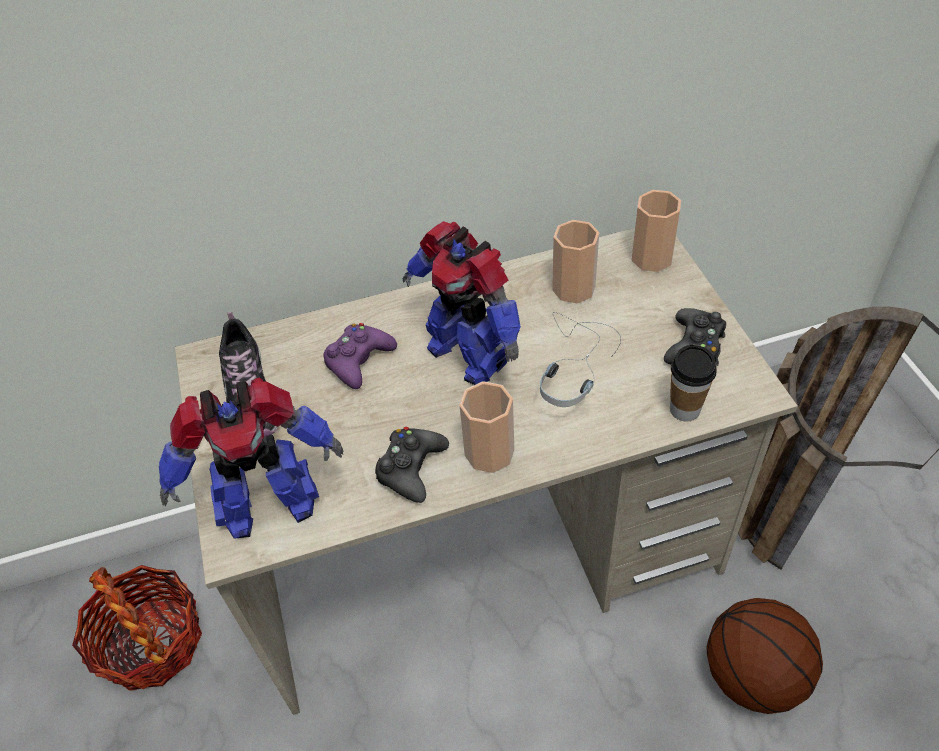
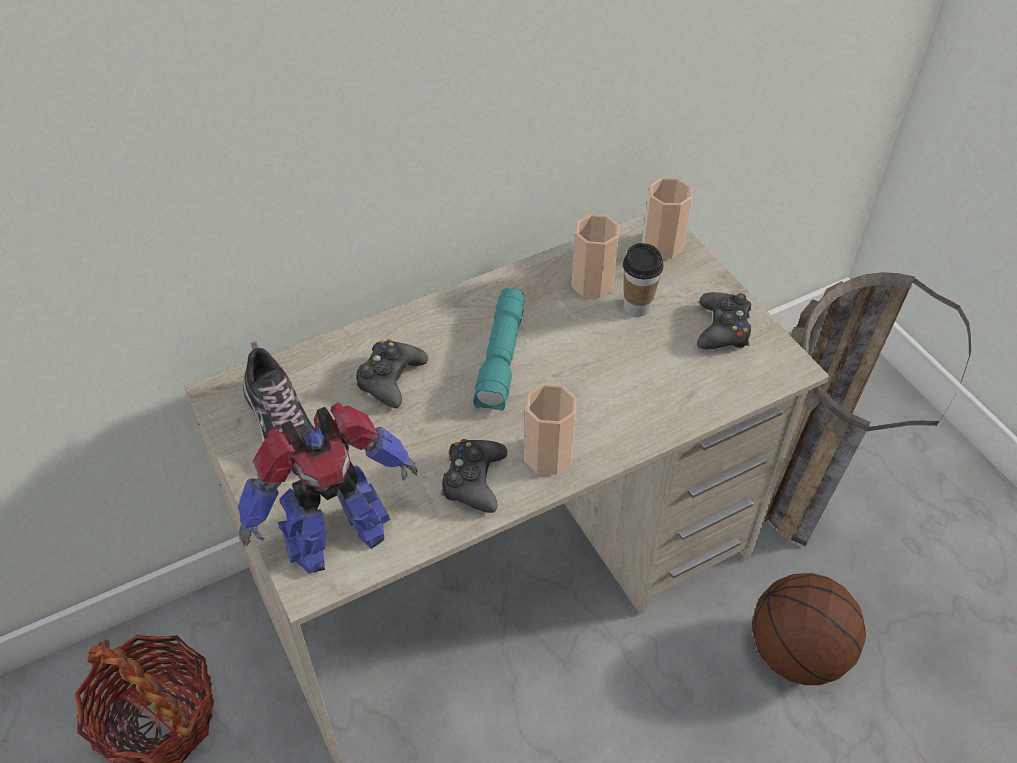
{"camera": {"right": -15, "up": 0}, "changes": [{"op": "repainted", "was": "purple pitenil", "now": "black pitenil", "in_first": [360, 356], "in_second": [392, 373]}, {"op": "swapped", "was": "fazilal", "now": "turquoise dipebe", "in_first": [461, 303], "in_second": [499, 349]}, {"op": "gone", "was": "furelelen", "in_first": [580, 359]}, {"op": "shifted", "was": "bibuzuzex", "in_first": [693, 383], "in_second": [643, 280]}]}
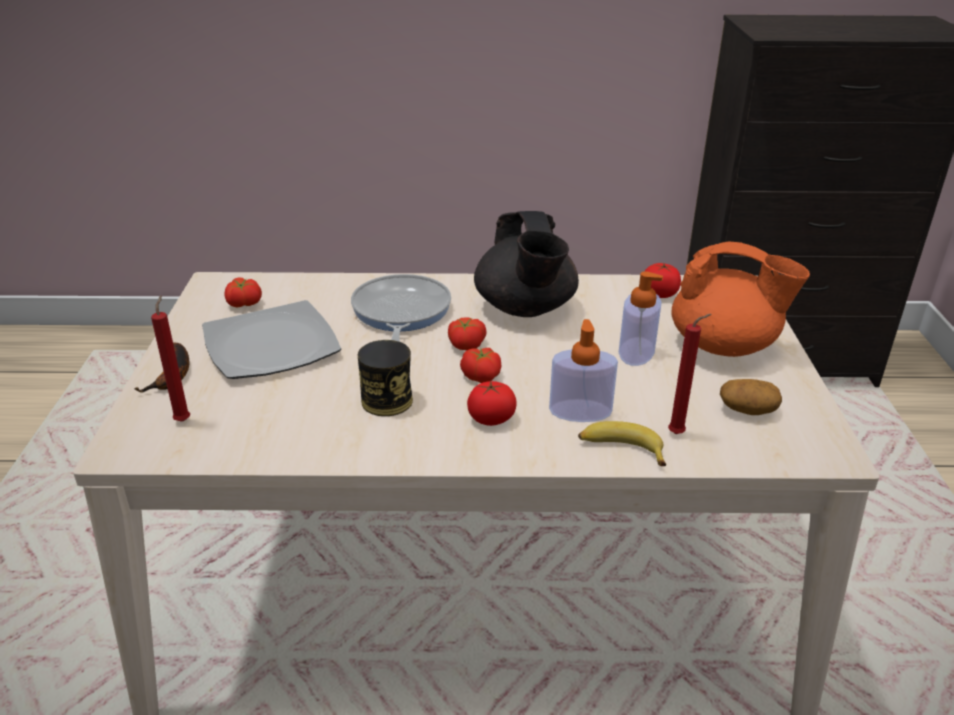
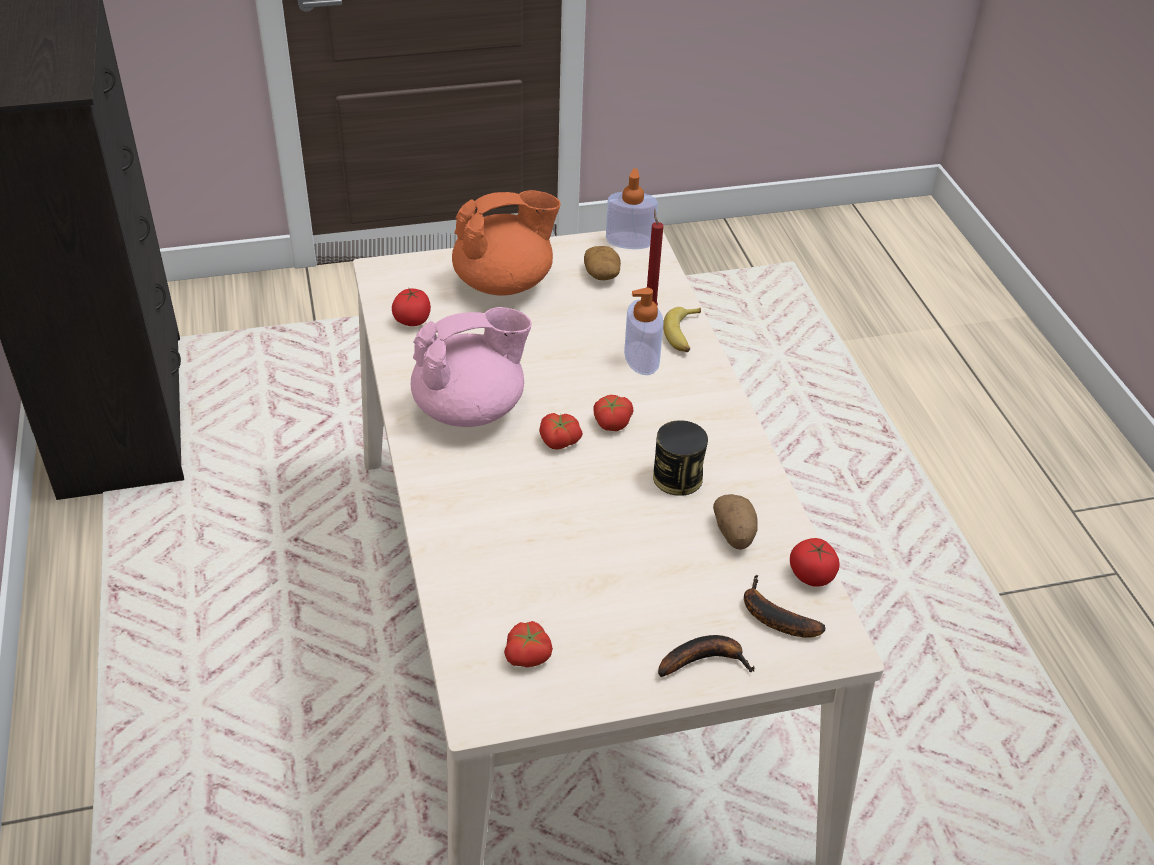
{"camera": {"right": -105, "up": 10}, "changes": [{"op": "swapped", "was": "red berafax", "now": "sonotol", "in_first": [170, 358], "in_second": [785, 606]}, {"op": "gone", "was": "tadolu", "in_first": [271, 339]}, {"op": "gone", "was": "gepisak", "in_first": [401, 308]}, {"op": "shifted", "was": "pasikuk", "in_first": [492, 403], "in_second": [815, 562]}, {"op": "repainted", "was": "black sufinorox", "now": "pink sufinorox", "in_first": [526, 264], "in_second": [471, 367]}, {"op": "shifted", "was": "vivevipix", "in_first": [641, 318], "in_second": [632, 208]}, {"op": "rotated", "was": "orange sufinorox", "in_first": [740, 299], "in_second": [506, 243], "clockwise": 60}, {"op": "new", "now": "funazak", "in_second": [735, 522]}]}
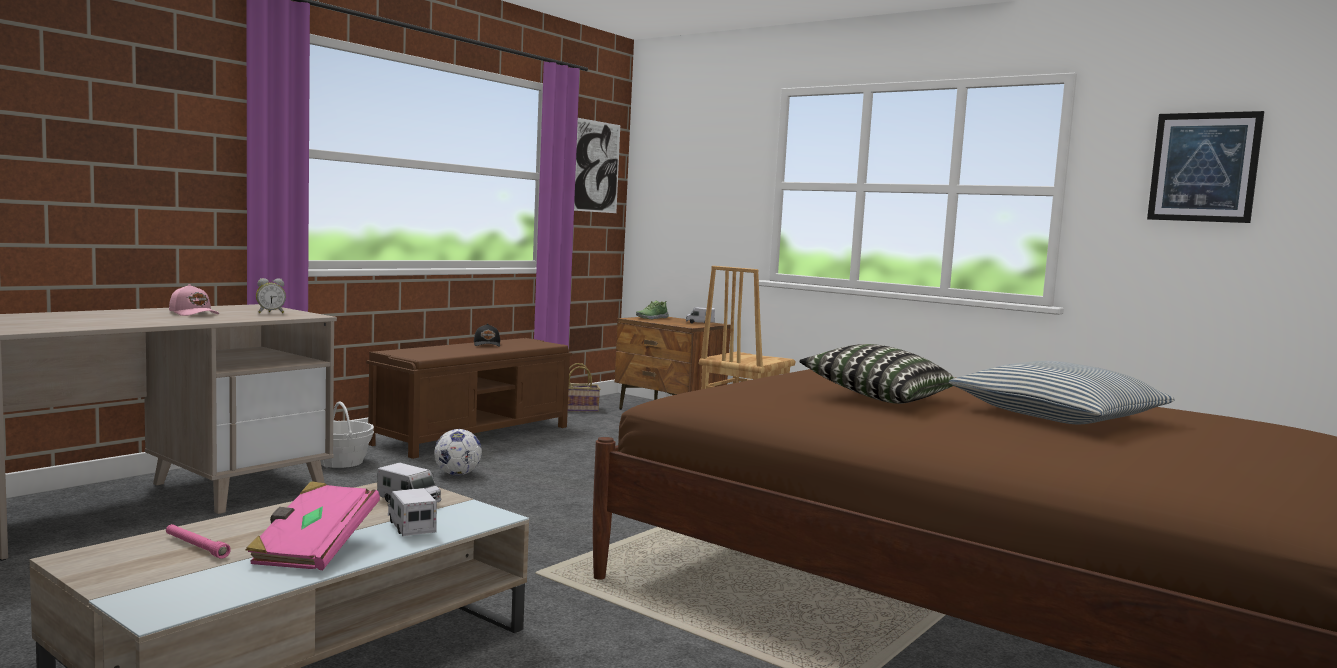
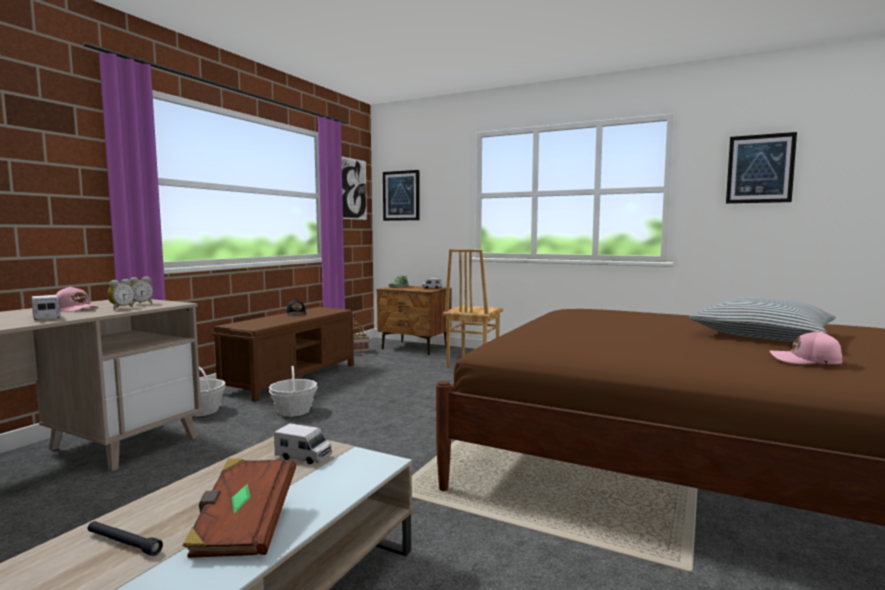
{"camera": {"right": -10, "up": 0}, "changes": [{"op": "repainted", "was": "pink dipebe", "now": "black dipebe", "in_first": [198, 541], "in_second": [125, 538]}, {"op": "repainted", "was": "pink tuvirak", "now": "brown tuvirak", "in_first": [313, 525], "in_second": [239, 508]}, {"op": "shifted", "was": "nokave", "in_first": [412, 512], "in_second": [45, 307]}, {"op": "swapped", "was": "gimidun", "now": "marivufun", "in_first": [458, 452], "in_second": [293, 391]}, {"op": "gone", "was": "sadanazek", "in_first": [877, 374]}, {"op": "new", "now": "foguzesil", "in_second": [120, 294]}, {"op": "new", "now": "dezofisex", "in_second": [401, 195]}, {"op": "new", "now": "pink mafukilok", "in_second": [806, 347]}]}
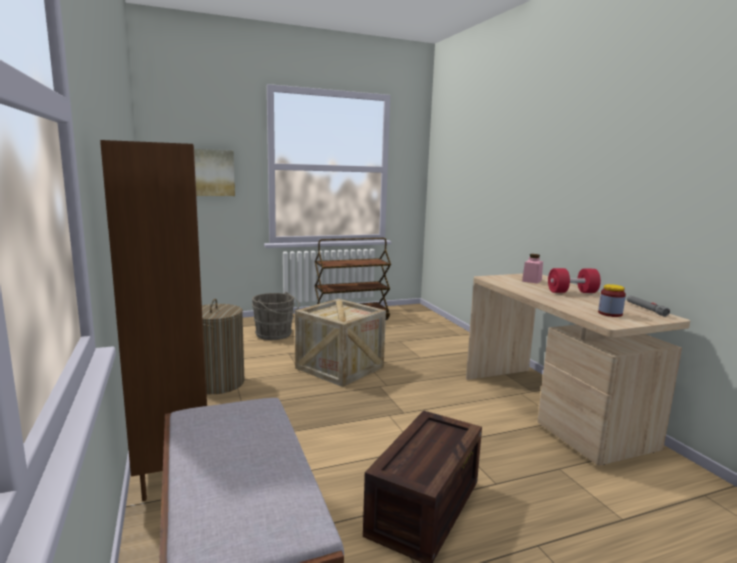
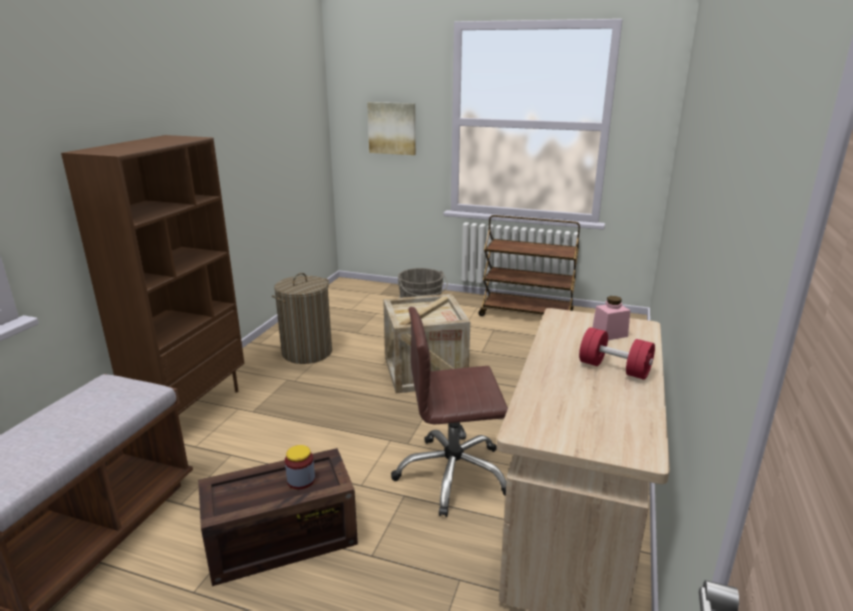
{"camera": {"right": 40, "up": 10}, "changes": [{"op": "shifted", "was": "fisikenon", "in_first": [612, 300], "in_second": [300, 467]}, {"op": "gone", "was": "grey dipebe", "in_first": [648, 306]}, {"op": "new", "now": "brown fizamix", "in_second": [449, 412]}]}
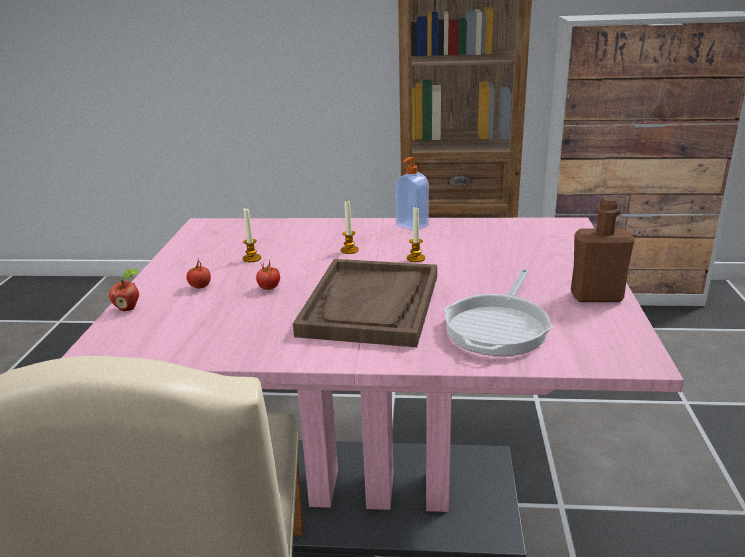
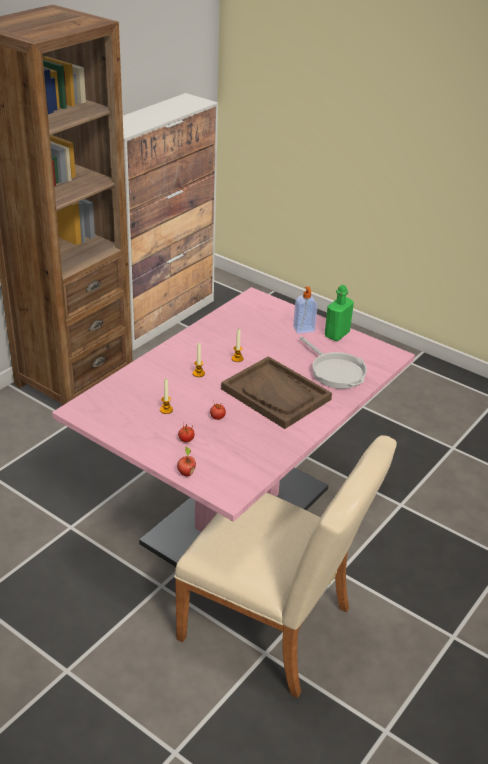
{"camera": {"right": -60, "up": 10}, "changes": [{"op": "shifted", "was": "vivevipix", "in_first": [412, 193], "in_second": [305, 310]}, {"op": "repainted", "was": "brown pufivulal", "now": "green pufivulal", "in_first": [603, 249], "in_second": [339, 313]}]}
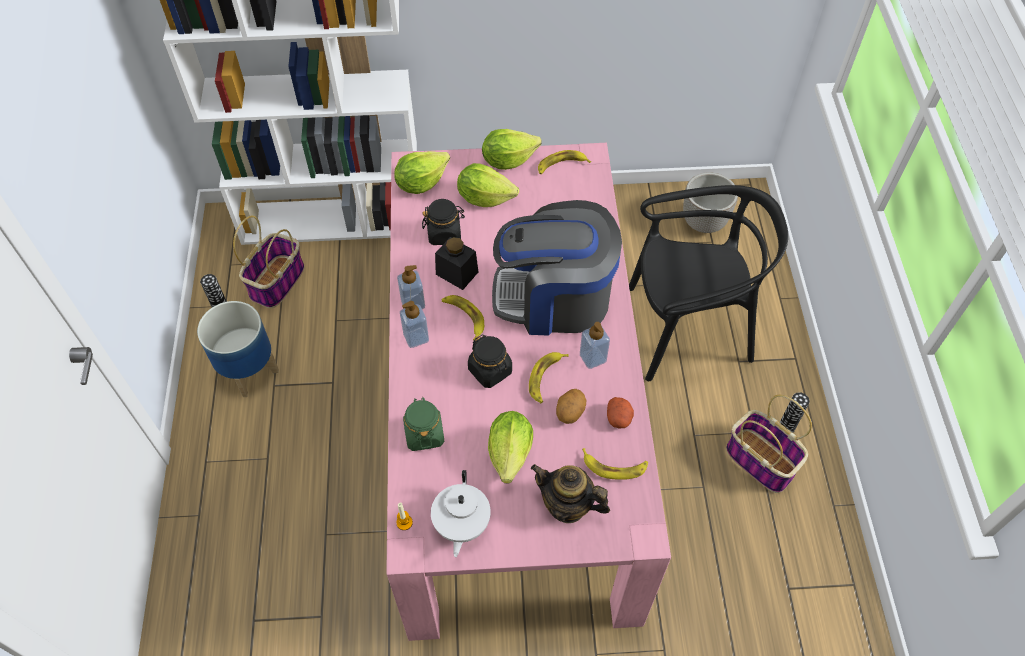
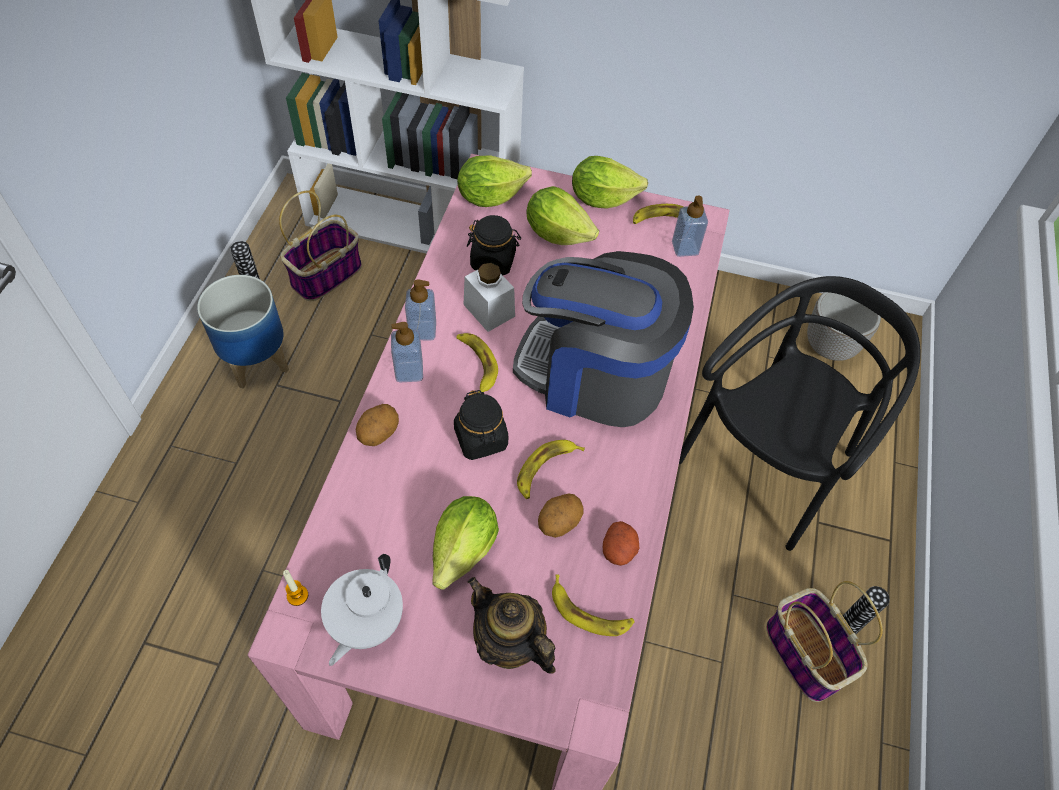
{"camera": {"right": 15, "up": 0}, "changes": [{"op": "gone", "was": "green fisikenon", "in_first": [423, 424]}, {"op": "repainted", "was": "black fisikenon", "now": "white fisikenon", "in_first": [456, 263], "in_second": [489, 297]}, {"op": "shifted", "was": "vivevipix", "in_first": [595, 345], "in_second": [690, 226]}, {"op": "rotated", "was": "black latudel", "in_first": [708, 283], "in_second": [800, 413], "clockwise": -60}, {"op": "new", "now": "funazak", "in_second": [377, 425]}]}
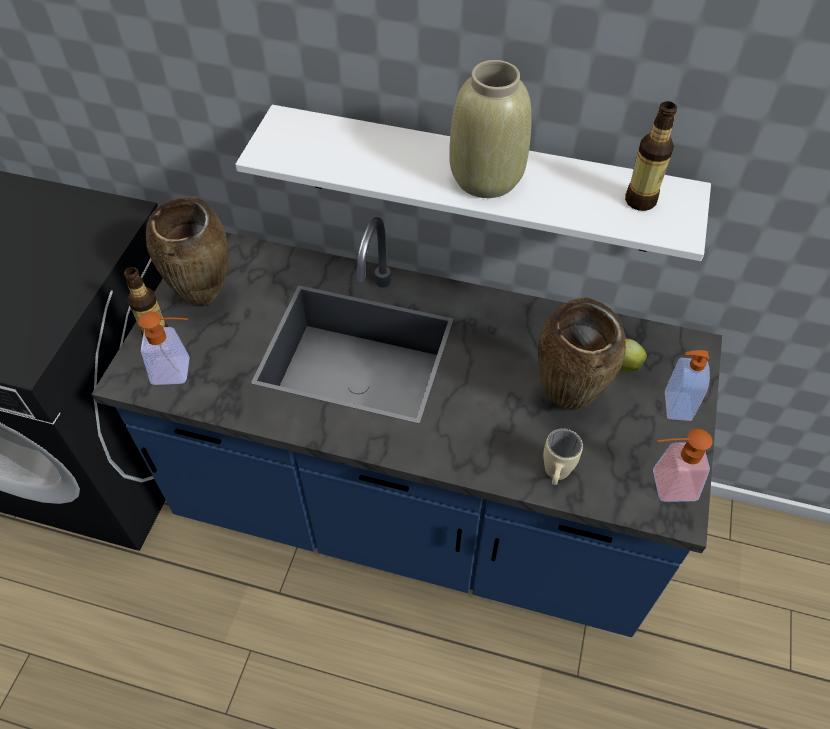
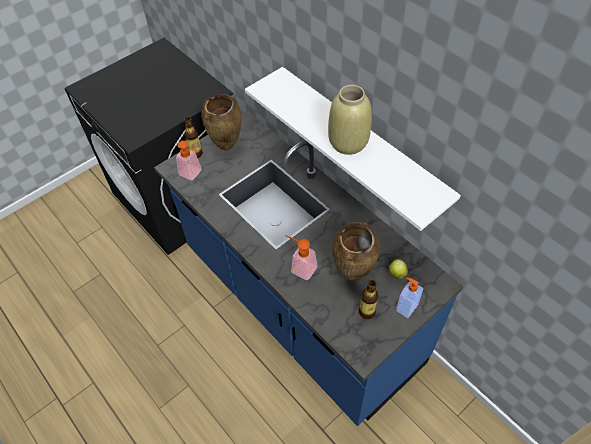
{"camera": {"right": 35, "up": 0}, "changes": [{"op": "gone", "was": "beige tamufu", "in_first": [563, 457]}, {"op": "shifted", "was": "pufivulal", "in_first": [651, 156], "in_second": [368, 299]}, {"op": "shifted", "was": "vivevipix", "in_first": [683, 465], "in_second": [301, 258]}]}
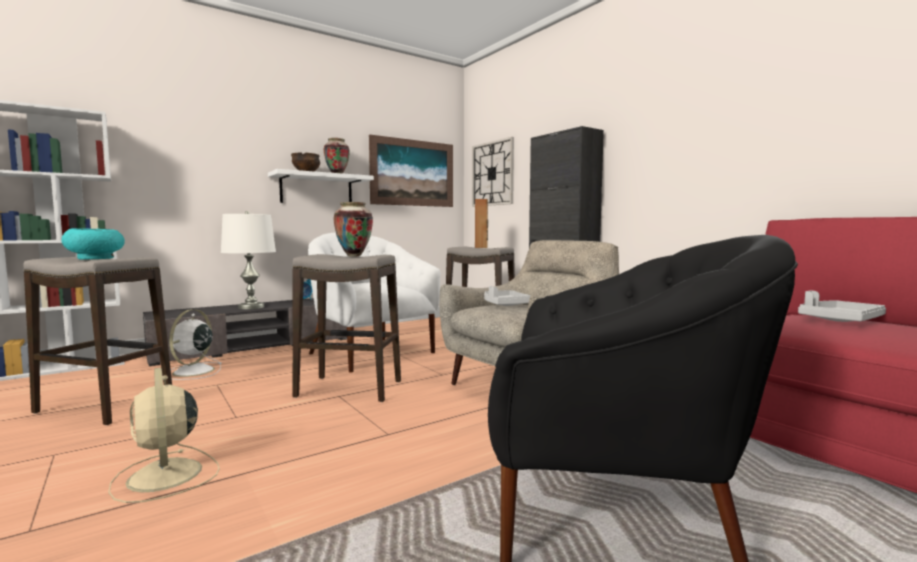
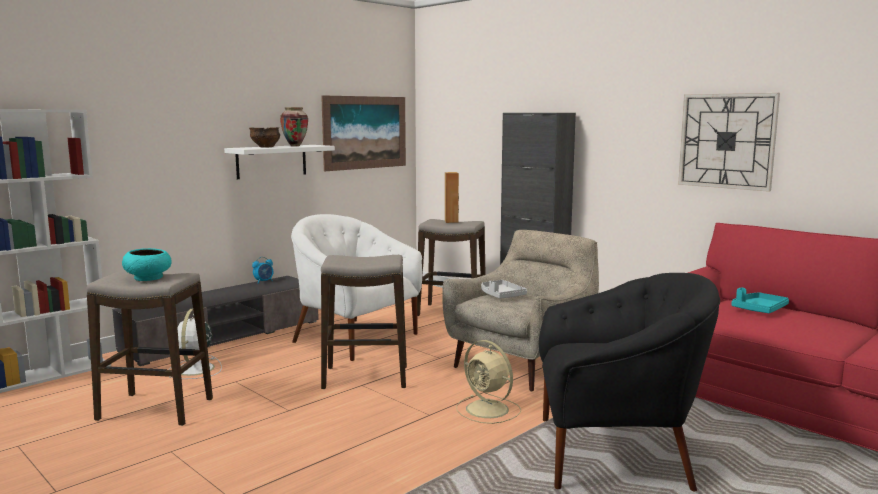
{"camera": {"right": -10, "up": 5}, "changes": [{"op": "shifted", "was": "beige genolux", "in_first": [164, 435], "in_second": [488, 382]}, {"op": "gone", "was": "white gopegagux", "in_first": [248, 260]}, {"op": "gone", "was": "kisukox", "in_first": [353, 229]}, {"op": "shifted", "was": "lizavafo", "in_first": [493, 172], "in_second": [729, 142]}, {"op": "repainted", "was": "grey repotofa", "now": "turquoise repotofa", "in_first": [842, 306], "in_second": [760, 300]}]}
